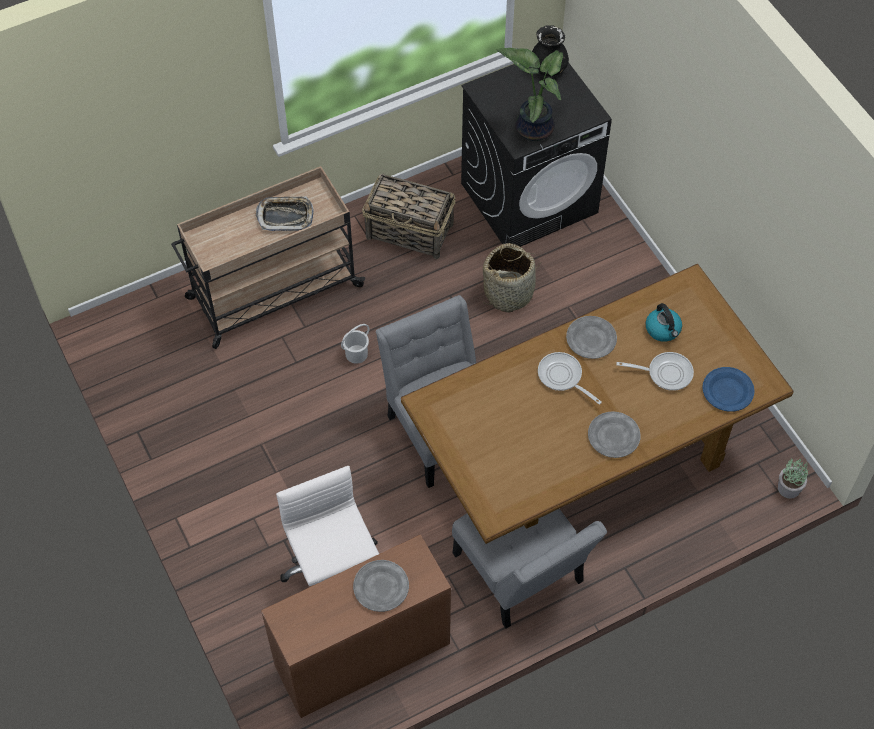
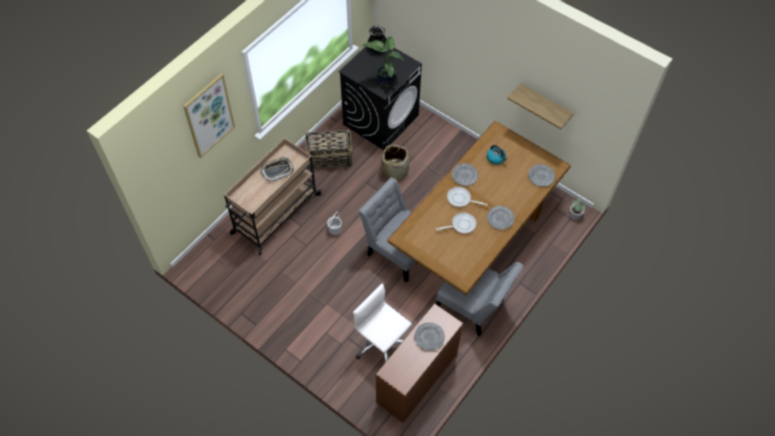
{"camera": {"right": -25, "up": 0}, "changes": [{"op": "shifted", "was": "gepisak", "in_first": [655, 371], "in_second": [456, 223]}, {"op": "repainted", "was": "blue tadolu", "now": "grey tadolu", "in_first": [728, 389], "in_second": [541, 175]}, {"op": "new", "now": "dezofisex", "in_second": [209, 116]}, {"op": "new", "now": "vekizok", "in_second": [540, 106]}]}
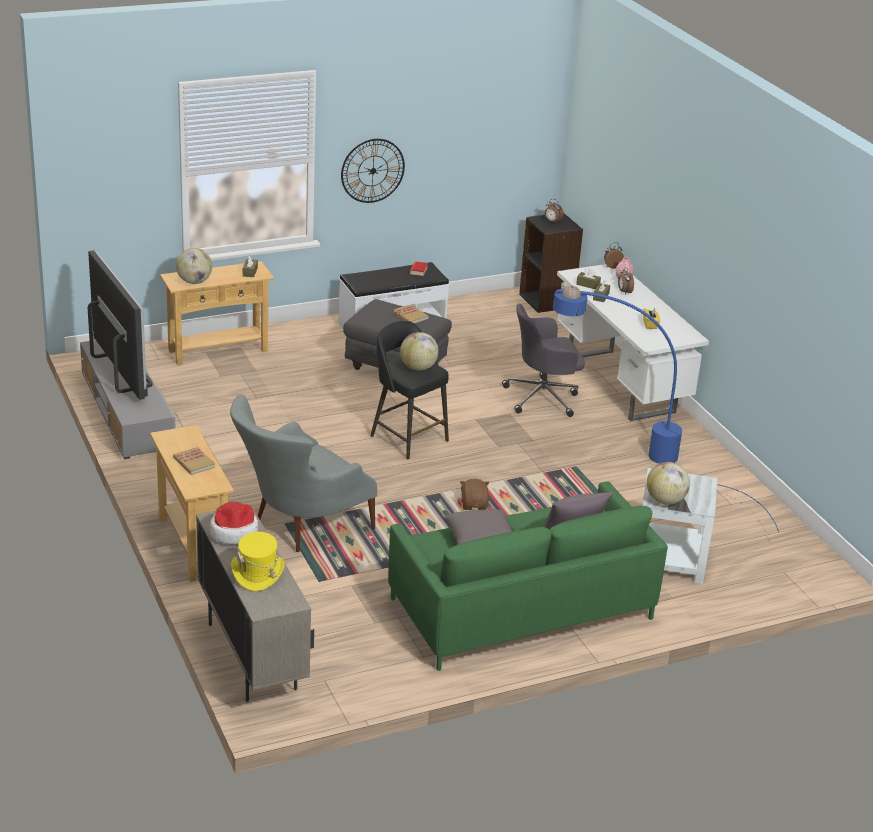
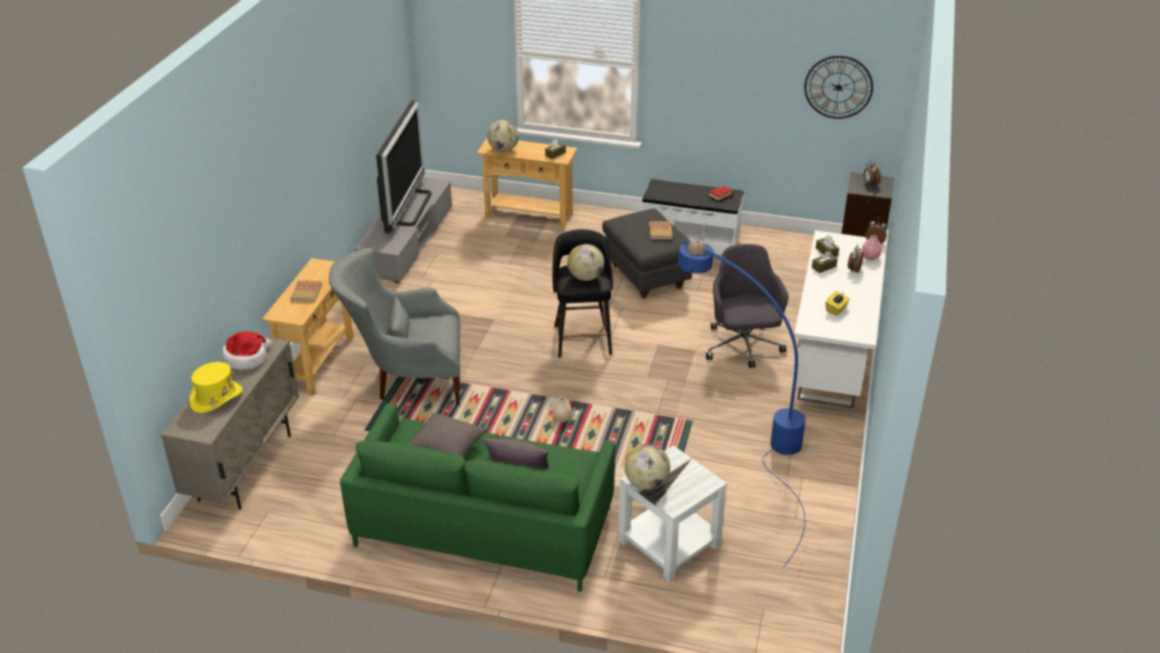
{"camera": {"right": 40, "up": 5}, "changes": [{"op": "shifted", "was": "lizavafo", "in_first": [373, 171], "in_second": [838, 87]}, {"op": "swapped", "was": "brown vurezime", "now": "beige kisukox", "in_first": [475, 494], "in_second": [562, 409]}, {"op": "rotated", "was": "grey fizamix", "in_first": [543, 360], "in_second": [747, 306], "clockwise": 60}]}
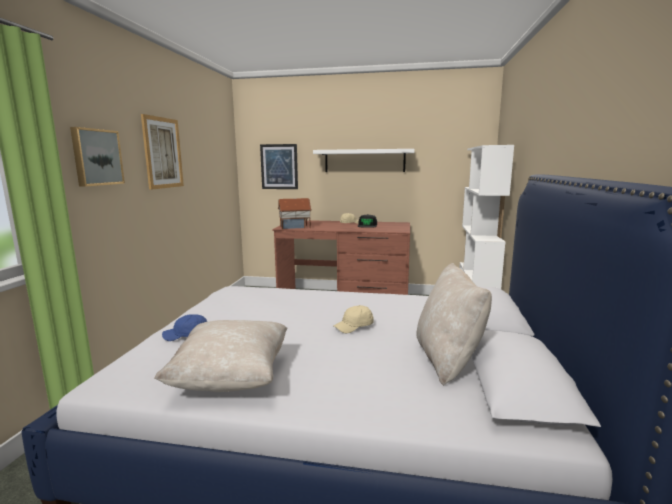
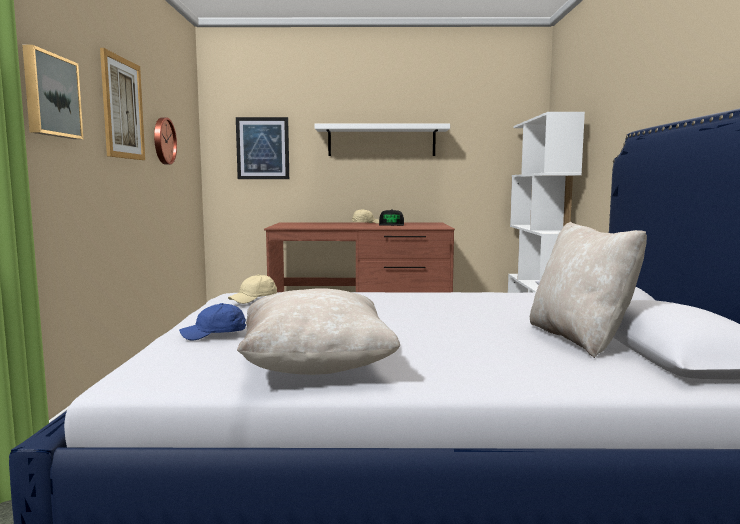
{"camera": {"right": -10, "up": -5}, "changes": [{"op": "gone", "was": "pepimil", "in_first": [295, 213]}, {"op": "shifted", "was": "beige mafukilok", "in_first": [354, 319], "in_second": [252, 289]}, {"op": "new", "now": "lizavafo", "in_second": [165, 141]}]}
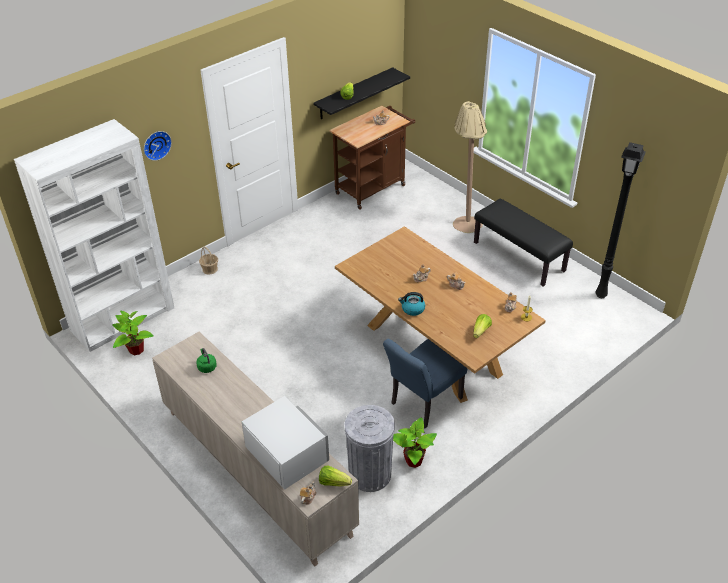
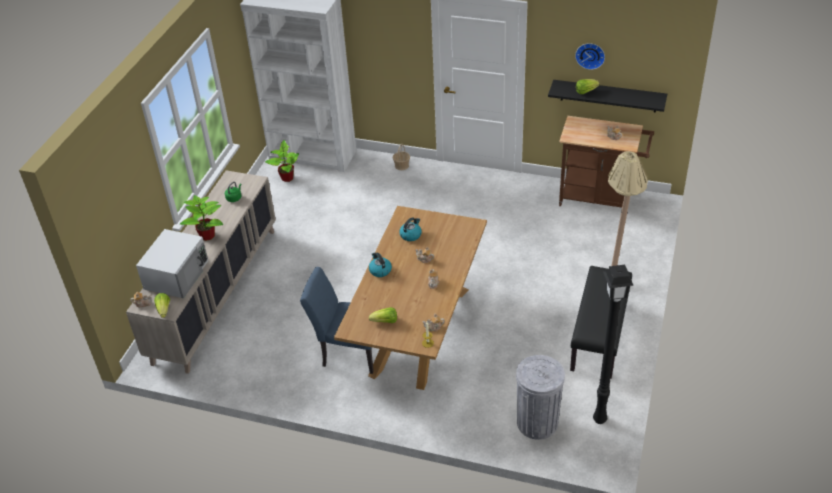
{"camera": {"right": 60, "up": 0}, "changes": [{"op": "shifted", "was": "lizavafo", "in_first": [158, 146], "in_second": [590, 56]}, {"op": "shifted", "was": "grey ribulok", "in_first": [370, 448], "in_second": [540, 397]}, {"op": "shifted", "was": "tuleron", "in_first": [415, 442], "in_second": [201, 218]}, {"op": "new", "now": "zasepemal", "in_second": [410, 229]}]}
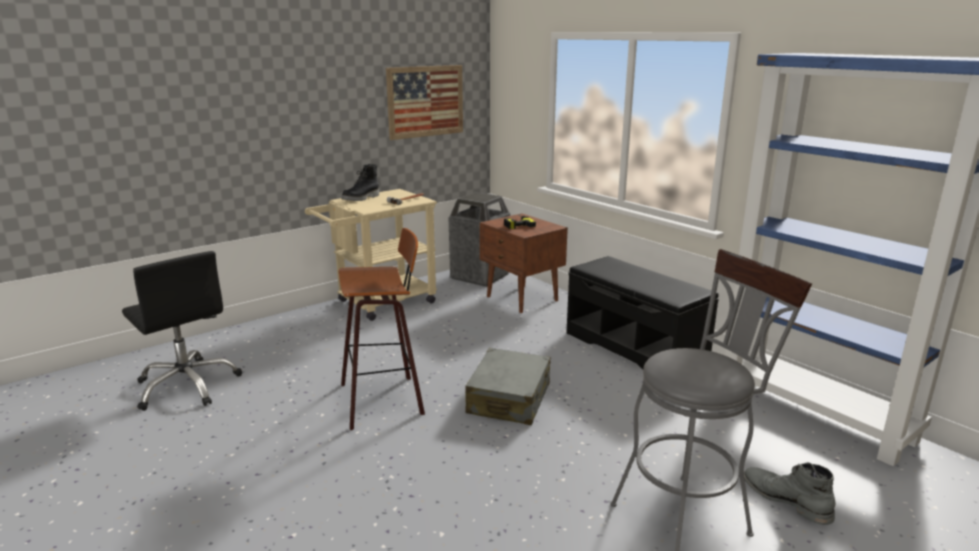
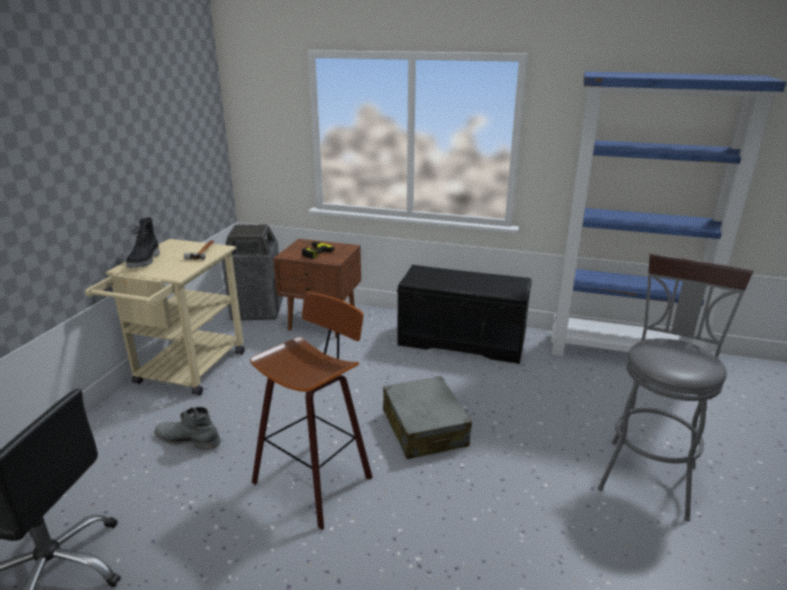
{"camera": {"right": -35, "up": 5}, "changes": [{"op": "gone", "was": "dezofisex", "in_first": [424, 102]}, {"op": "shifted", "was": "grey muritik", "in_first": [790, 493], "in_second": [187, 428]}]}
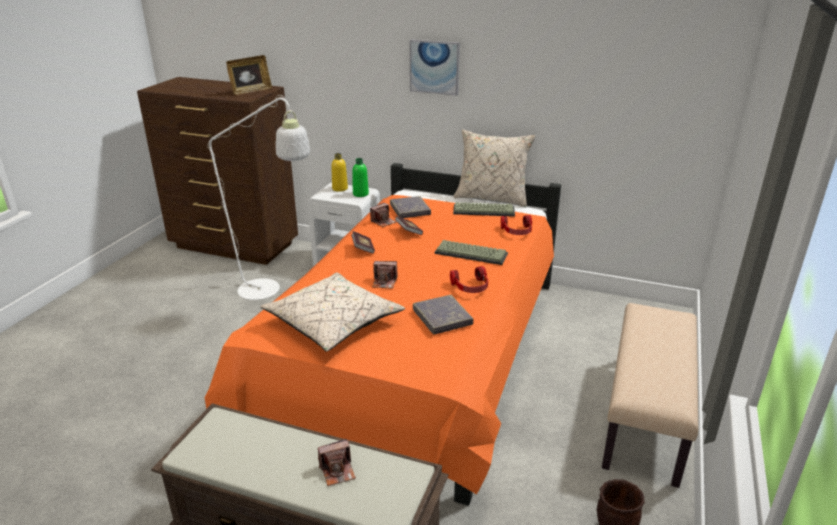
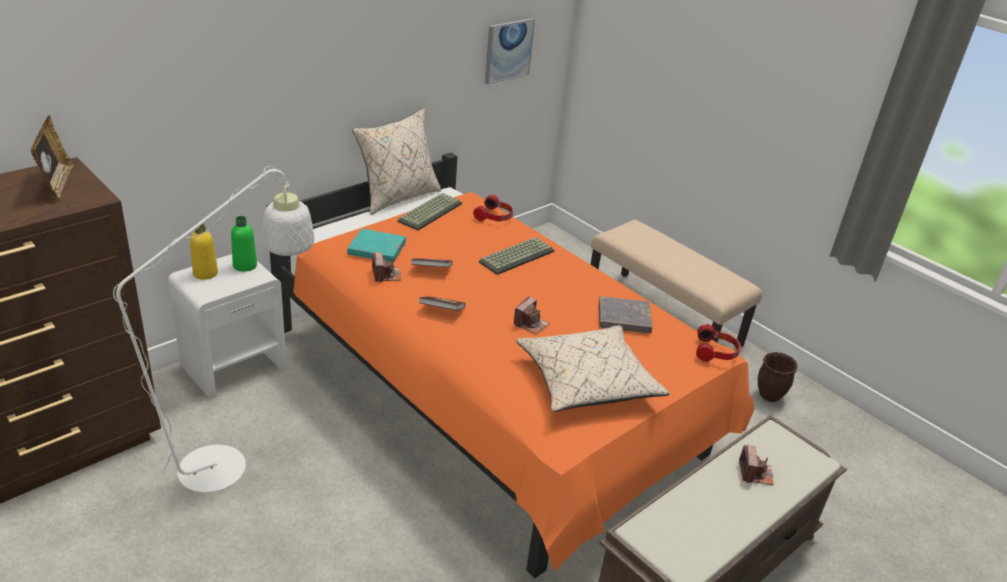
{"camera": {"right": -65, "up": 5}, "changes": [{"op": "repainted", "was": "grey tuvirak", "now": "turquoise tuvirak", "in_first": [410, 207], "in_second": [376, 245]}, {"op": "shifted", "was": "dezofisex", "in_first": [435, 67], "in_second": [510, 51]}, {"op": "shifted", "was": "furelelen", "in_first": [469, 279], "in_second": [718, 343]}]}
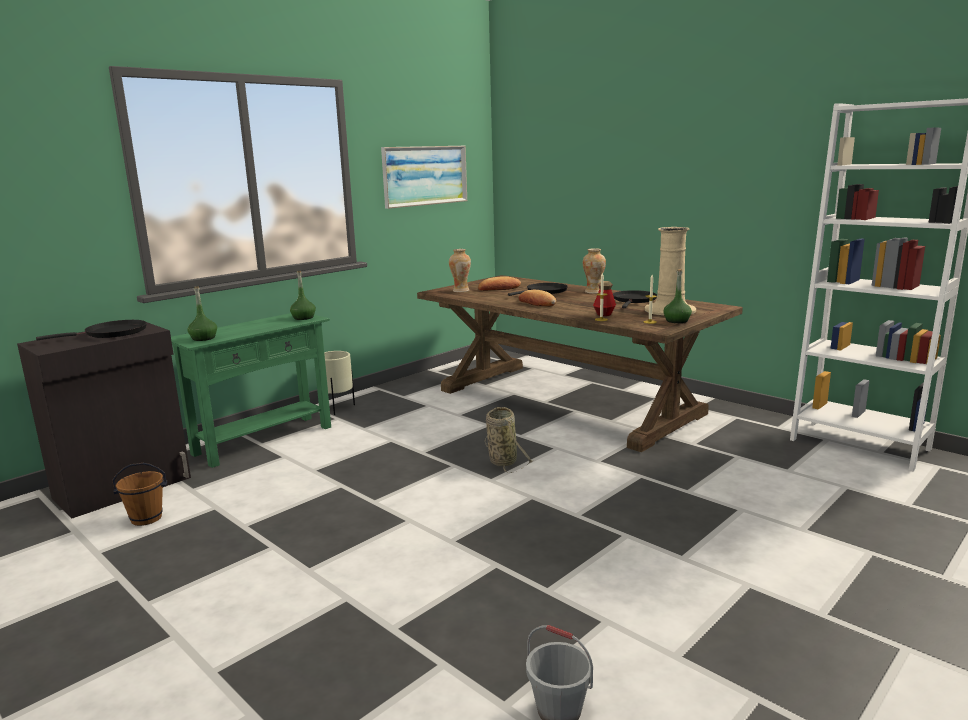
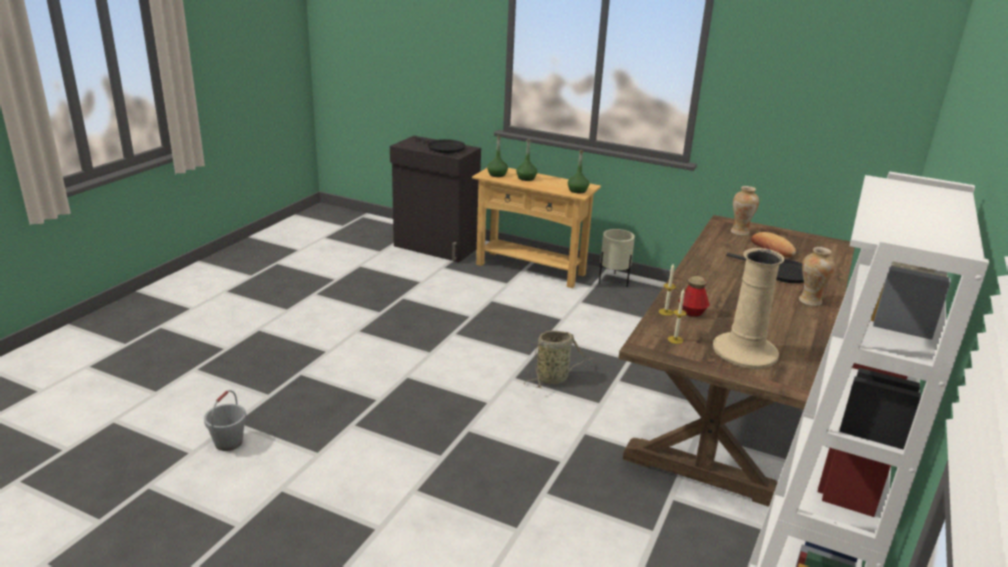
{"camera": {"right": 70, "up": 10}, "changes": [{"op": "gone", "was": "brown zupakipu", "in_first": [139, 494]}, {"op": "repainted", "was": "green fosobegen", "now": "beige fosobegen", "in_first": [251, 390], "in_second": [536, 228]}, {"op": "gone", "was": "dezofisex", "in_first": [424, 177]}, {"op": "gone", "was": "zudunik", "in_first": [537, 298]}, {"op": "gone", "was": "black gepisak", "in_first": [635, 299]}, {"op": "shifted", "was": "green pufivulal", "in_first": [677, 296], "in_second": [526, 160]}]}
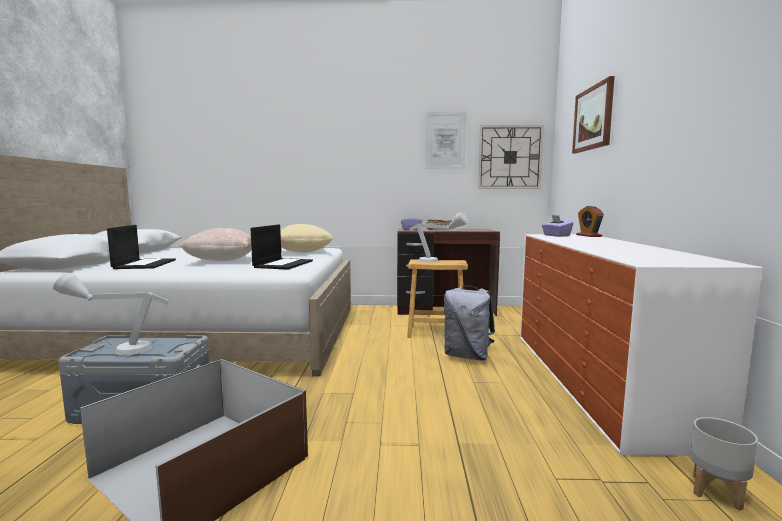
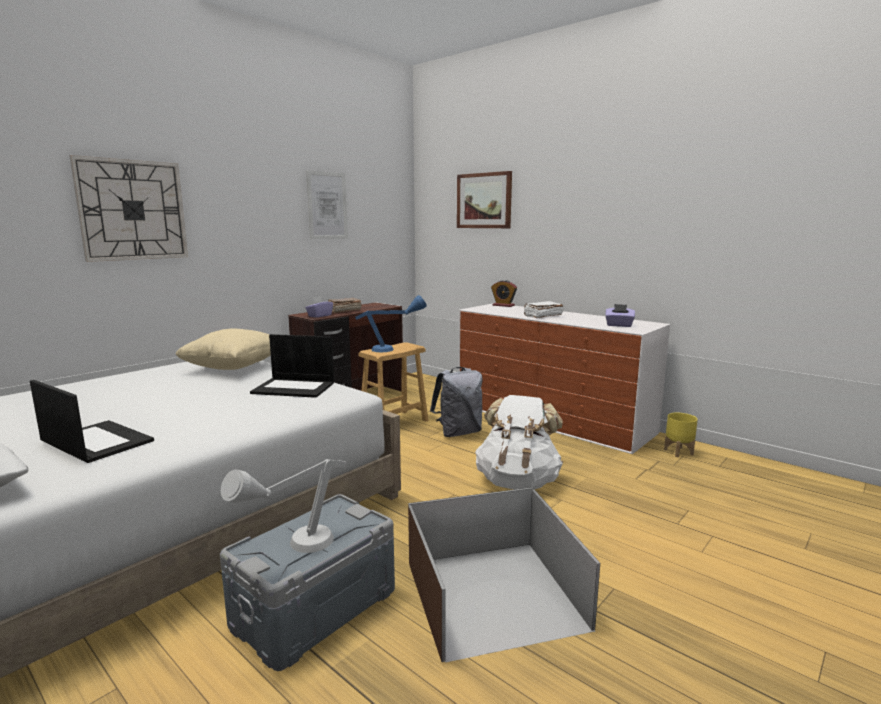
{"camera": {"right": -50, "up": 5}, "changes": [{"op": "gone", "was": "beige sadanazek", "in_first": [216, 244]}, {"op": "rotated", "was": "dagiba", "in_first": [281, 247], "in_second": [292, 366], "clockwise": 135}, {"op": "repainted", "was": "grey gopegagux", "now": "blue gopegagux", "in_first": [438, 237], "in_second": [391, 323]}, {"op": "shifted", "was": "lizavafo", "in_first": [511, 157], "in_second": [128, 208]}, {"op": "shifted", "was": "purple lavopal", "in_first": [557, 226], "in_second": [620, 315]}, {"op": "repainted", "was": "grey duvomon", "now": "yellow duvomon", "in_first": [724, 463], "in_second": [681, 435]}, {"op": "new", "now": "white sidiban", "in_second": [519, 442]}, {"op": "new", "now": "white tuvirak", "in_second": [543, 309]}]}
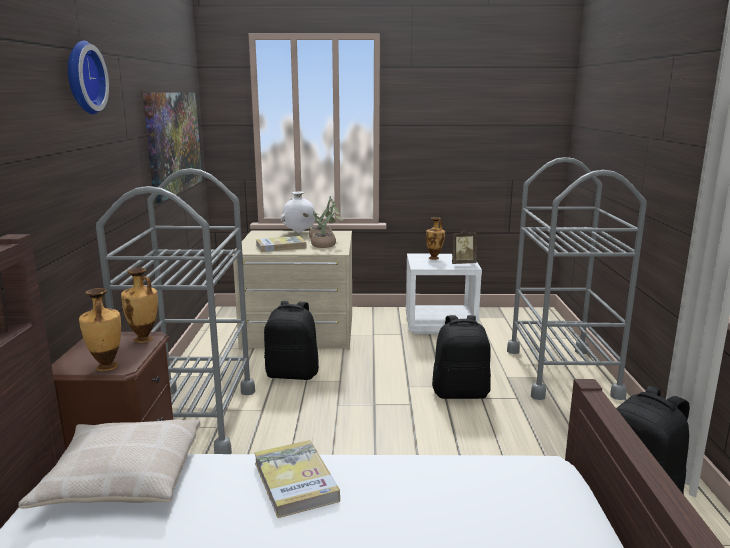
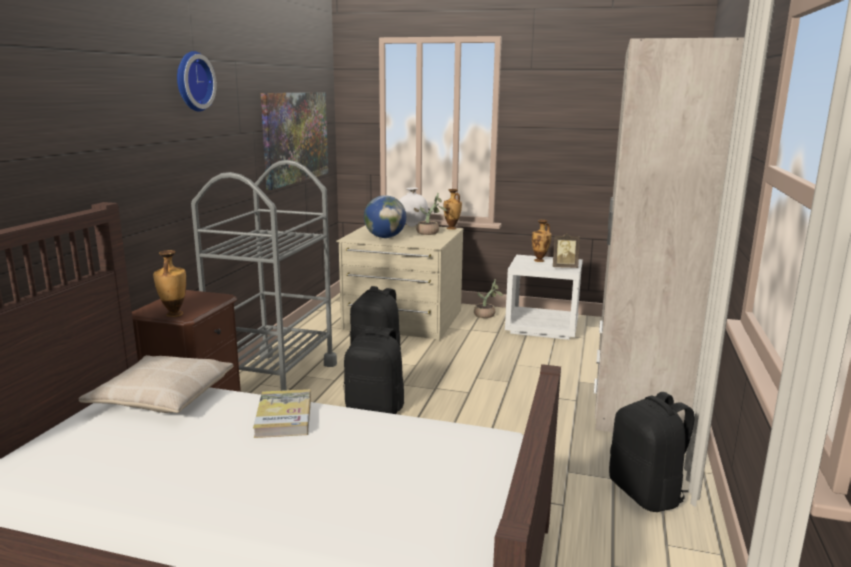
{"camera": {"right": 15, "up": 0}, "changes": [{"op": "shifted", "was": "kisukox", "in_first": [139, 305], "in_second": [453, 209]}, {"op": "swapped", "was": "tuvirak", "now": "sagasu", "in_first": [281, 244], "in_second": [385, 216]}, {"op": "shifted", "was": "tuleron", "in_first": [327, 224], "in_second": [488, 298]}, {"op": "shifted", "was": "black sidiban", "in_first": [461, 357], "in_second": [374, 370]}, {"op": "swapped", "was": "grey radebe", "now": "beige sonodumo", "in_first": [577, 278], "in_second": [669, 234]}]}
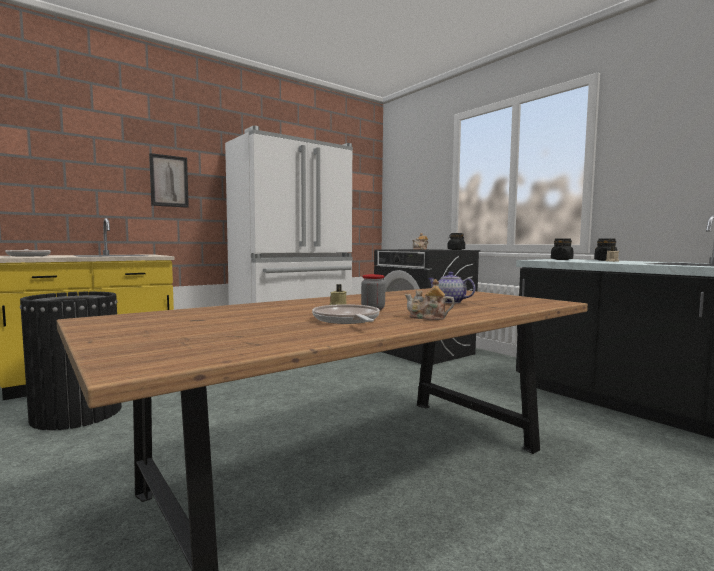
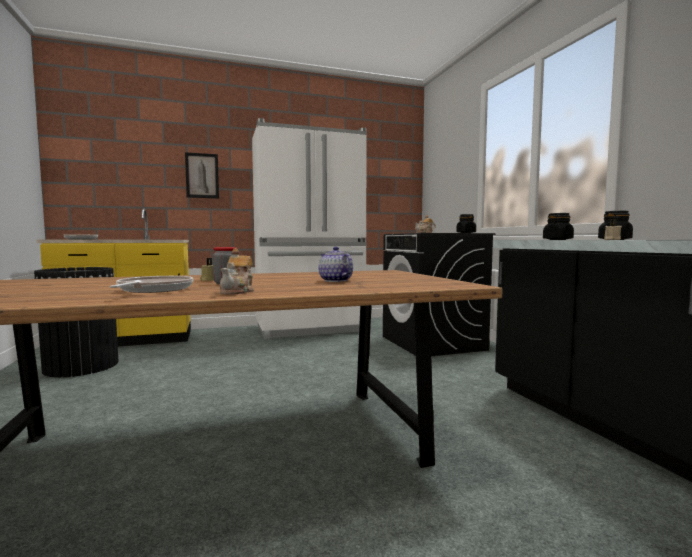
{"camera": {"right": 20, "up": 0}, "changes": [{"op": "rotated", "was": "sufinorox", "in_first": [430, 299], "in_second": [237, 271], "clockwise": -120}]}
